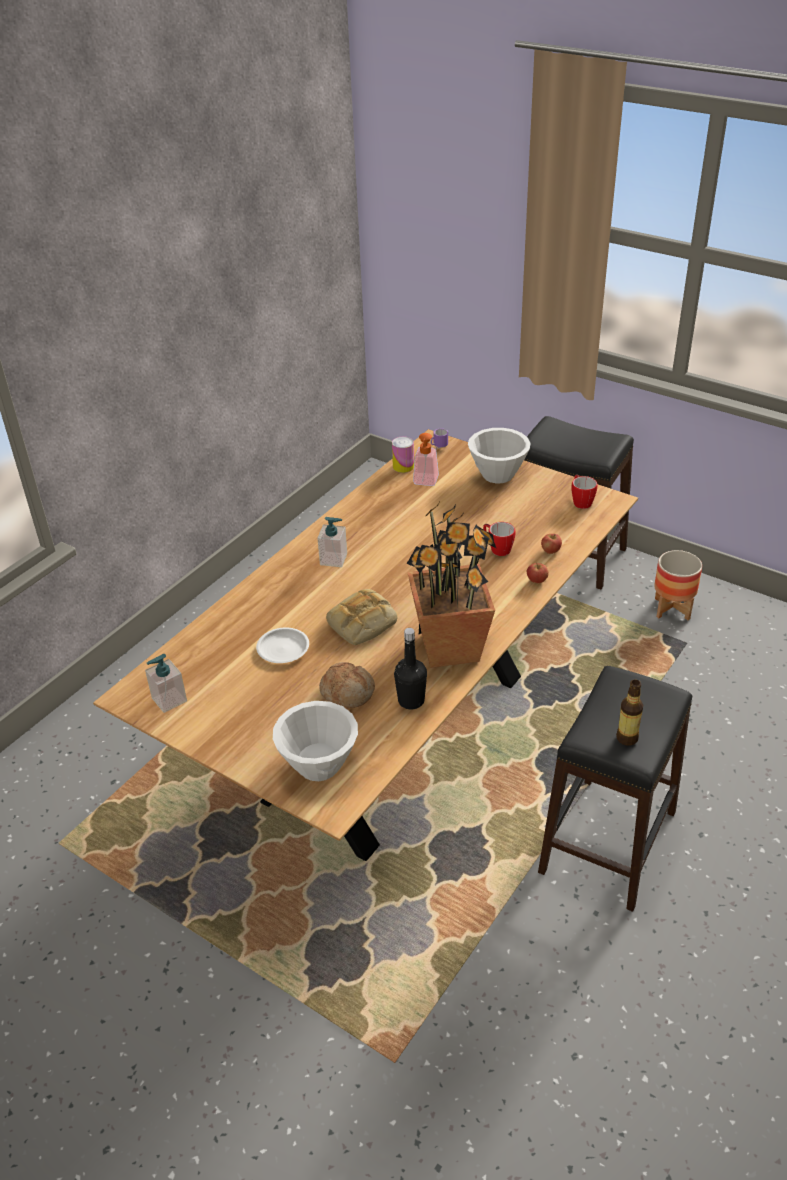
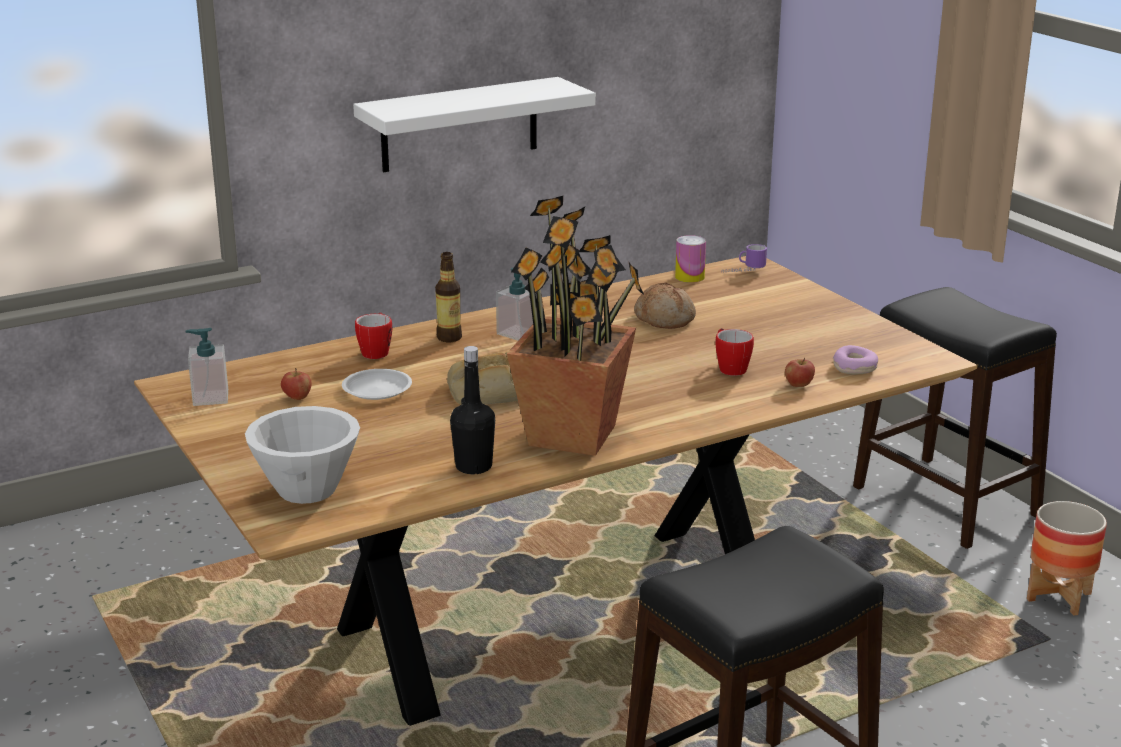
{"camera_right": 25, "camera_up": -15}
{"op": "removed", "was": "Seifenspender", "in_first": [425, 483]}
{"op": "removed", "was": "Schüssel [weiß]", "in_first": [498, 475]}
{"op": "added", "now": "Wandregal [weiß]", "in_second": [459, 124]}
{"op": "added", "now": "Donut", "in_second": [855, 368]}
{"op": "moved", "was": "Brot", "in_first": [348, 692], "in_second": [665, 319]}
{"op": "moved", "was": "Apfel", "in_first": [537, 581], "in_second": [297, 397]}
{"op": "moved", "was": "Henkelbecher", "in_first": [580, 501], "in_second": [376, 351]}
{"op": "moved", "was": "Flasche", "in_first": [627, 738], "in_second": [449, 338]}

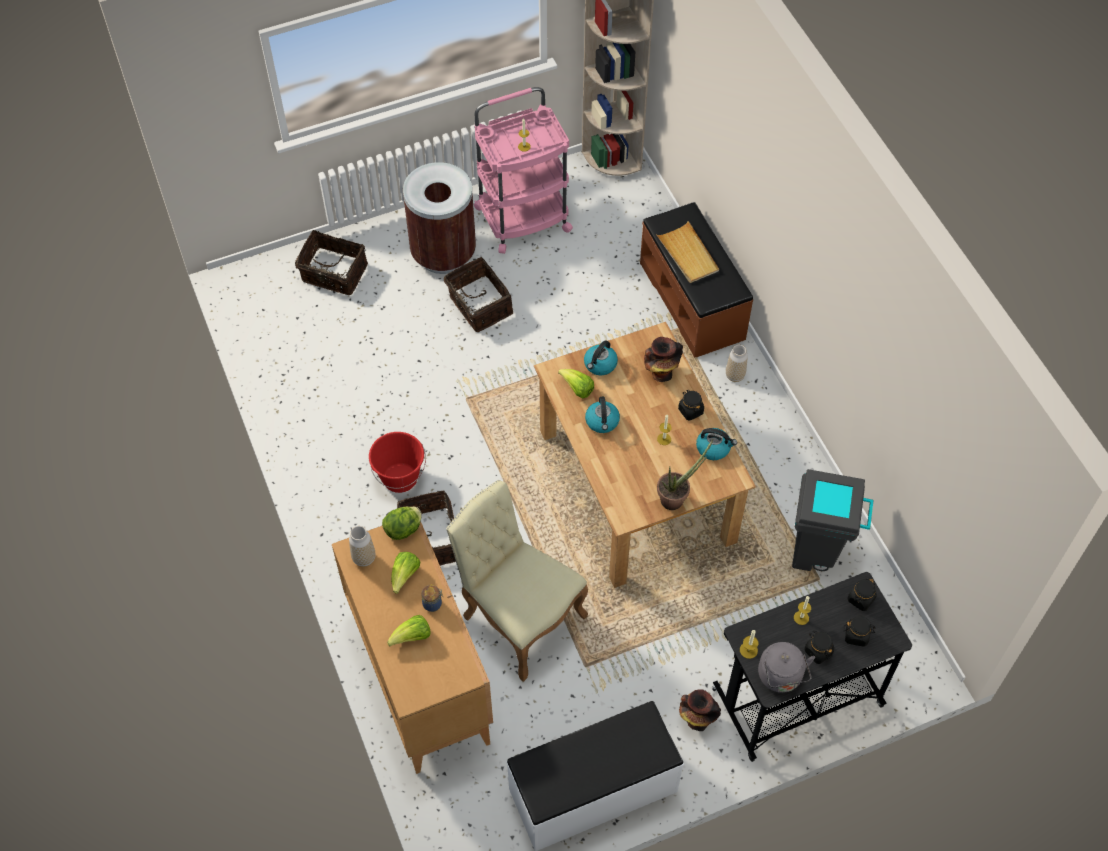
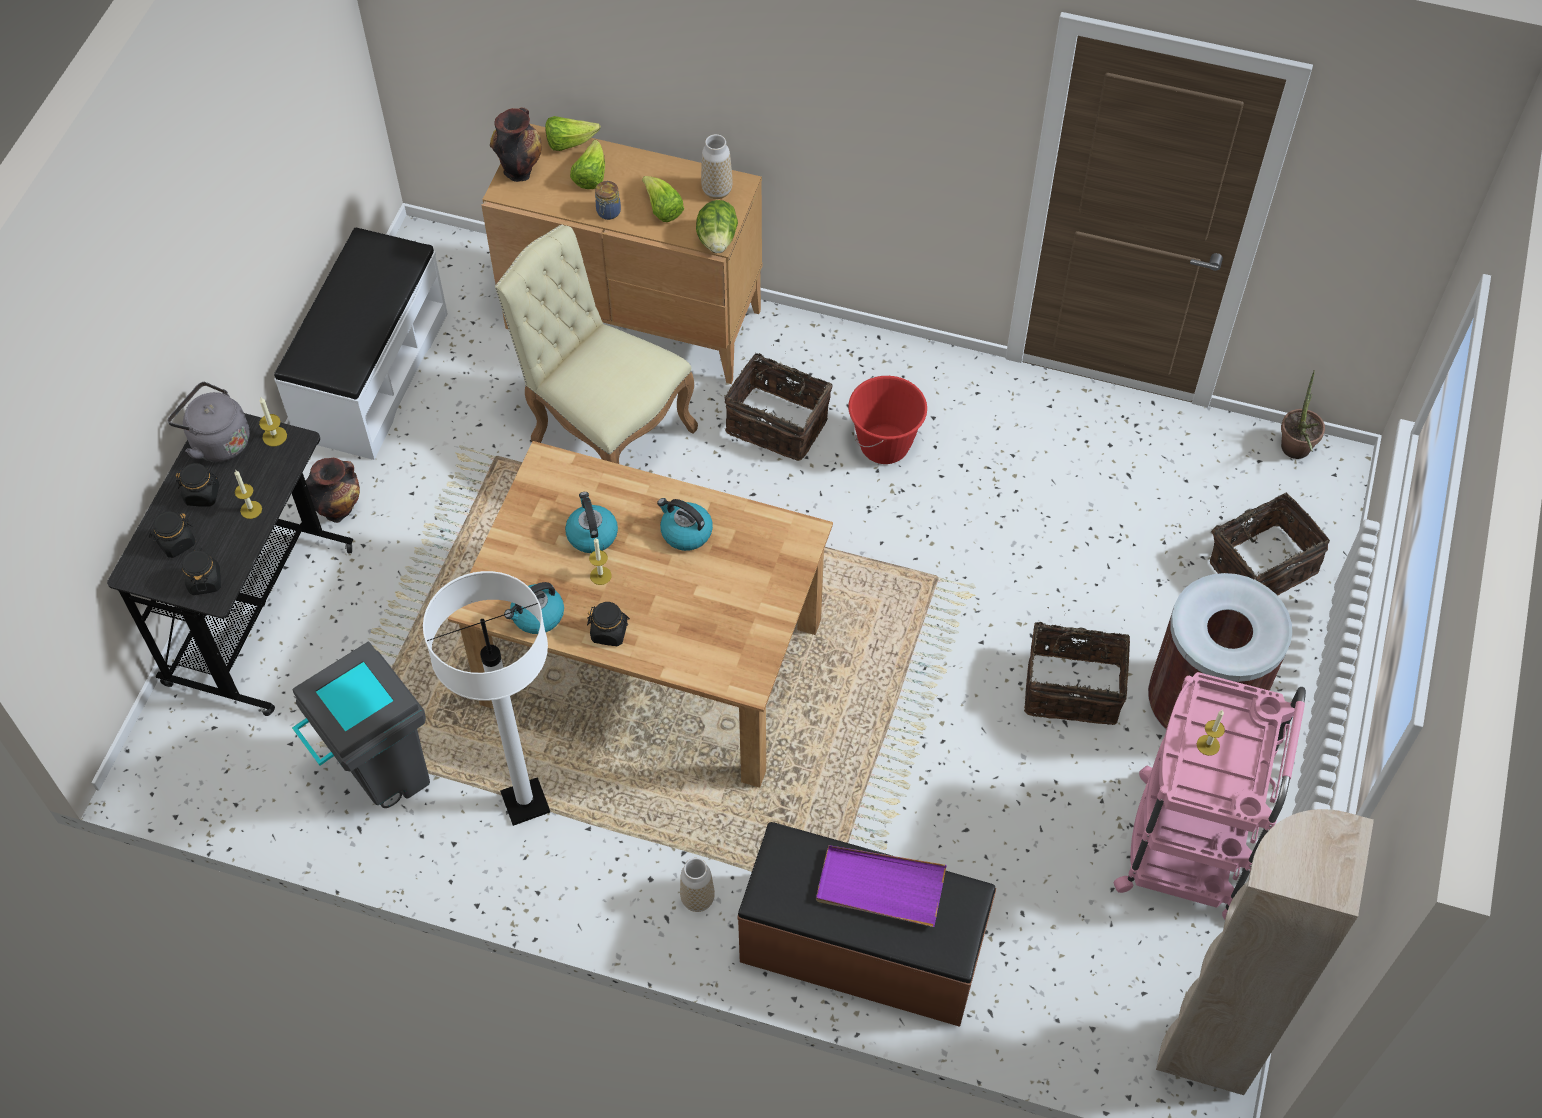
{"camera_right": 130, "camera_up": 0}
{"op": "added", "now": "Stehlampe [weiß]", "in_second": [525, 802]}
{"op": "moved", "was": "Salatkopf", "in_first": [577, 389], "in_second": [569, 143]}
{"op": "moved", "was": "Wasserkessel", "in_first": [600, 365], "in_second": [591, 534]}
{"op": "moved", "was": "Vase", "in_first": [661, 373], "in_second": [519, 169]}
{"op": "moved", "was": "Topfpflanze", "in_first": [676, 498], "in_second": [1295, 453]}
{"op": "recoloured", "was": "Tablett [beige]", "now": "Tablett [lila]", "in_first": [688, 254], "in_second": [880, 887]}
{"op": "turned", "was": "Stuhl [beige]", "in_first": [520, 618], "in_second": [607, 438], "clockwise": -135}

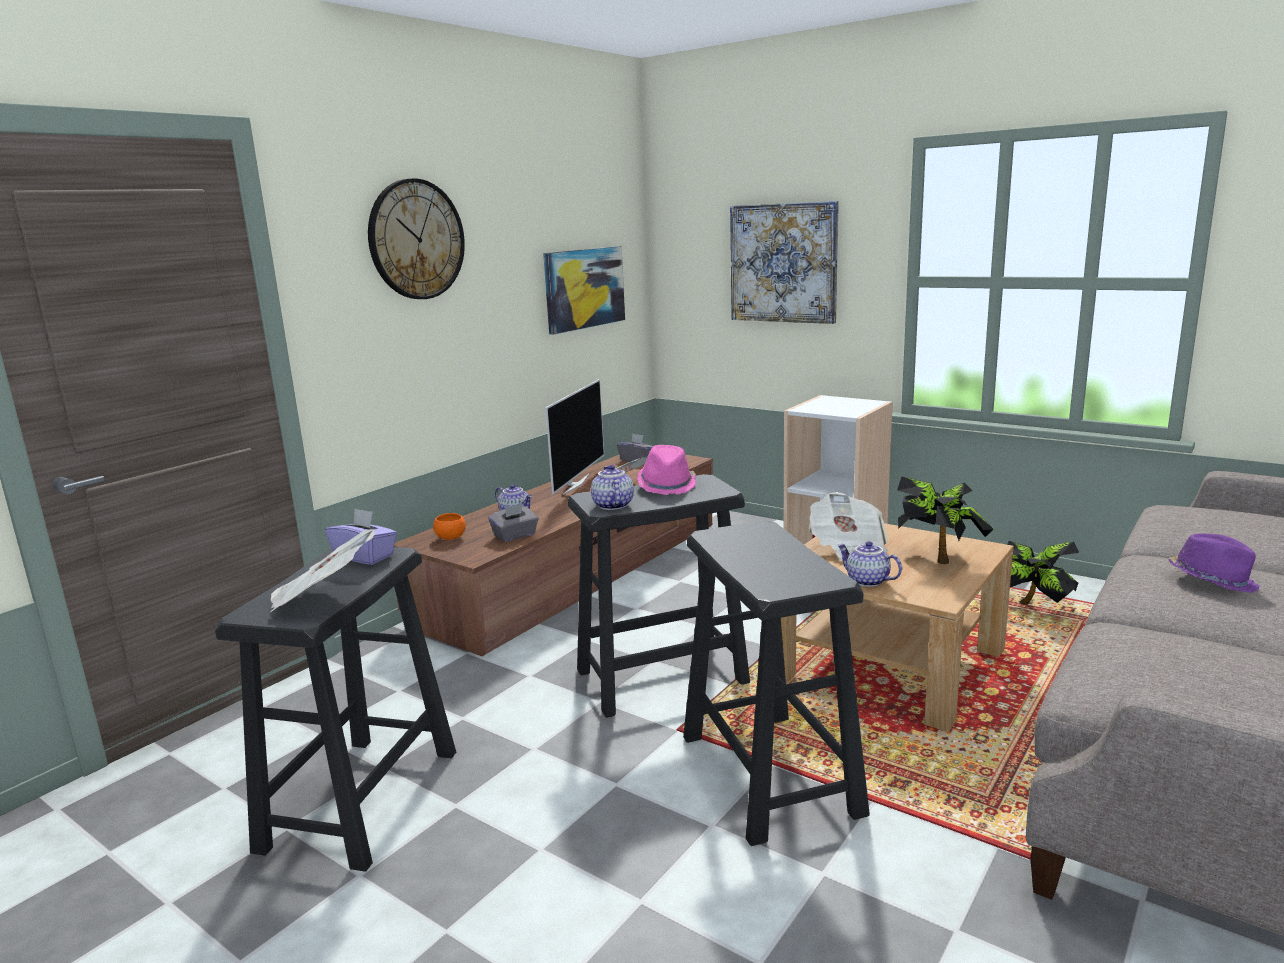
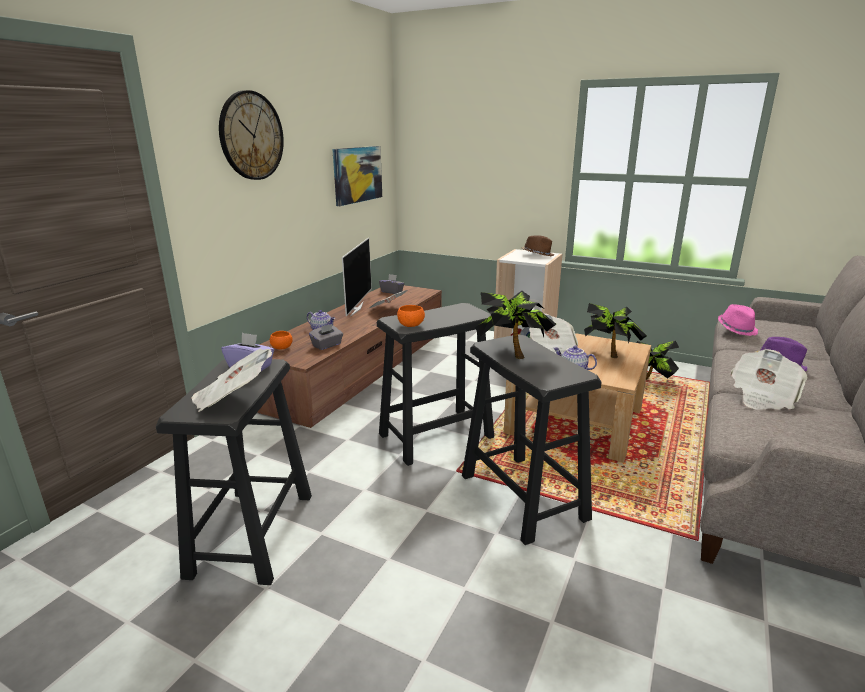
{"camera_right": -10, "camera_up": 5}
{"op": "removed", "was": "Bild", "in_first": [783, 263]}
{"op": "added", "now": "Topfpflanze", "in_second": [512, 354]}
{"op": "added", "now": "Hut [braun]", "in_second": [537, 255]}
{"op": "added", "now": "Zeitung", "in_second": [762, 397]}
{"op": "moved", "was": "Hut [rosa]", "in_first": [667, 485], "in_second": [737, 329]}
{"op": "replaced", "was": "Teekanne", "now": "Schüssel [orange]", "in_first": [611, 505], "in_second": [411, 325]}

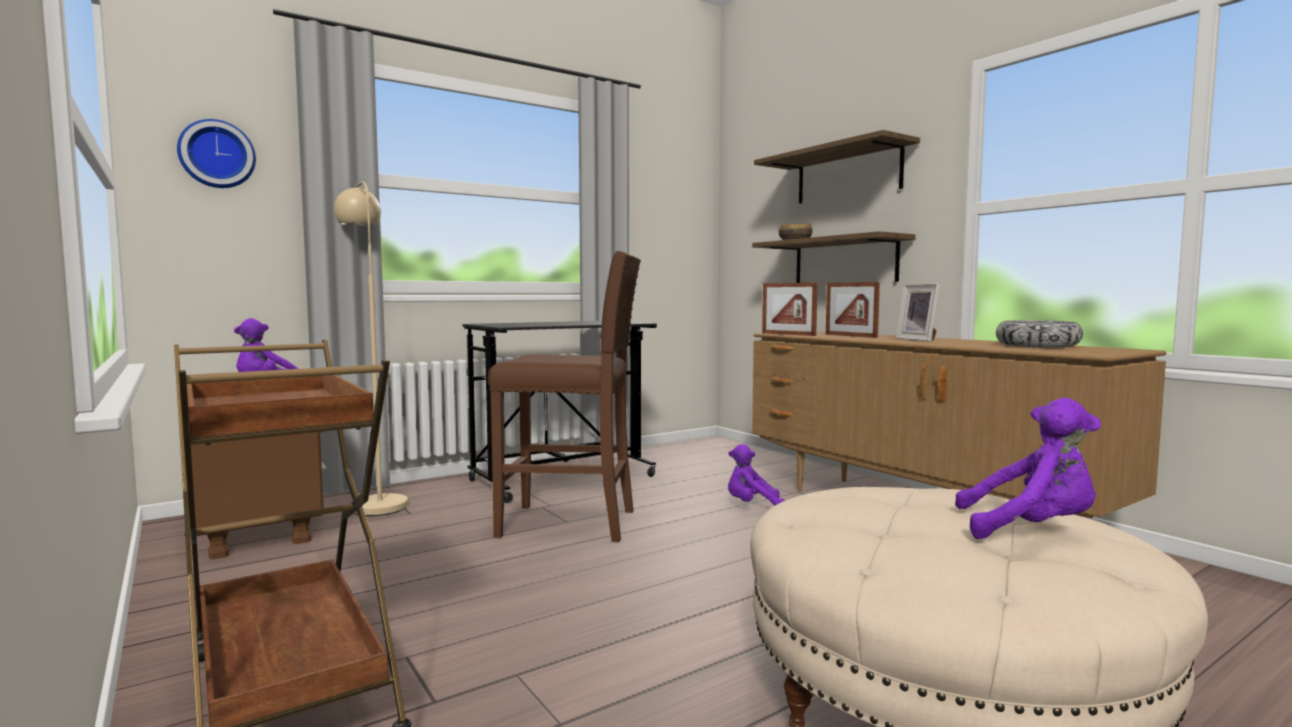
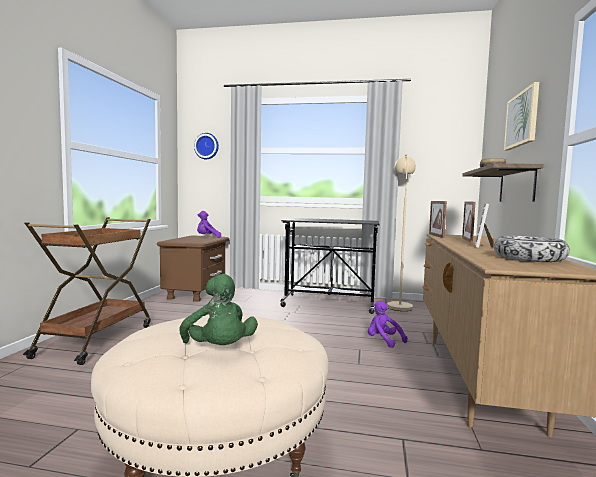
{"camera_right": 45, "camera_up": 0}
{"op": "removed", "was": "Hocker [braun]", "in_first": [571, 523]}
{"op": "moved", "was": "Stehlampe [beige]", "in_first": [375, 503], "in_second": [398, 305]}
{"op": "replaced", "was": "Wandregal", "now": "Bild", "in_first": [848, 174], "in_second": [522, 119]}
{"op": "recoloured", "was": "Plüschtier [lila]", "now": "Plüschtier [grün]", "in_first": [1030, 529], "in_second": [219, 350]}

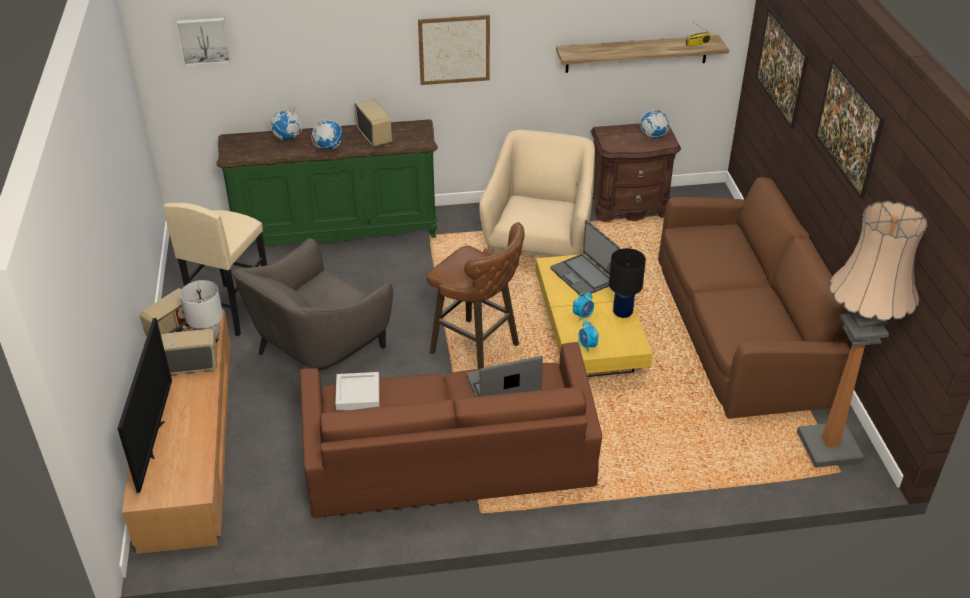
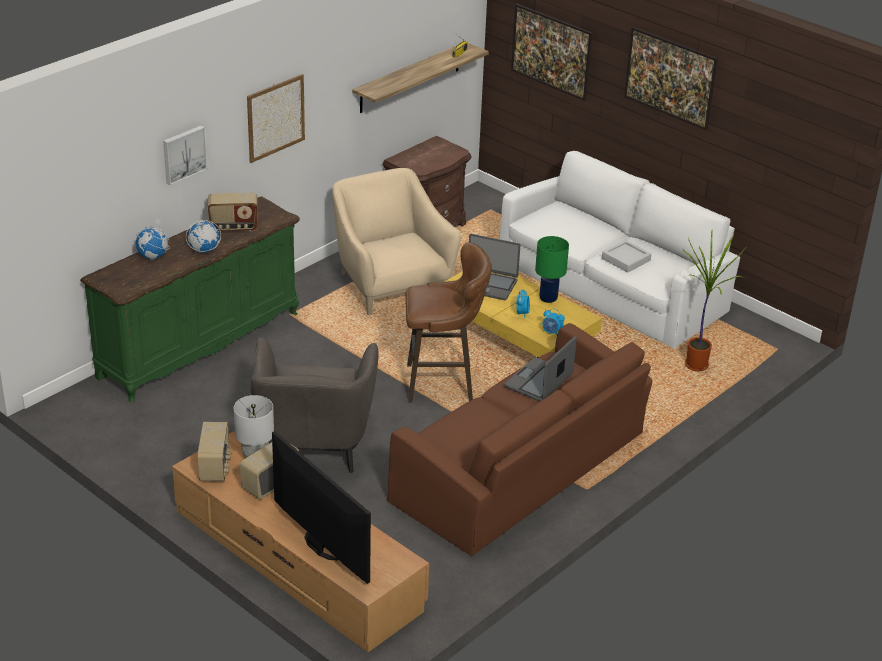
{"camera_right": -40, "camera_up": -5}
{"op": "removed", "was": "Hocker [beige]", "in_first": [231, 310]}
{"op": "removed", "was": "Globus", "in_first": [653, 136]}
{"op": "removed", "was": "Stehlampe", "in_first": [829, 447]}
{"op": "added", "now": "Topfpflanze", "in_second": [697, 365]}
{"op": "moved", "was": "Bild", "in_first": [204, 40], "in_second": [183, 154]}
{"op": "moved", "was": "Tablett [grau]", "in_first": [358, 395], "in_second": [626, 259]}
{"op": "recoloured", "was": "Tischlampe [schwarz]", "now": "Tischlampe [grün]", "in_first": [623, 313], "in_second": [548, 299]}
{"op": "recoloured", "was": "Sofa [braun]", "now": "Sofa [weiß]", "in_first": [741, 327], "in_second": [612, 284]}
{"op": "turned", "was": "Radio", "in_first": [375, 137], "in_second": [233, 227], "clockwise": 150}

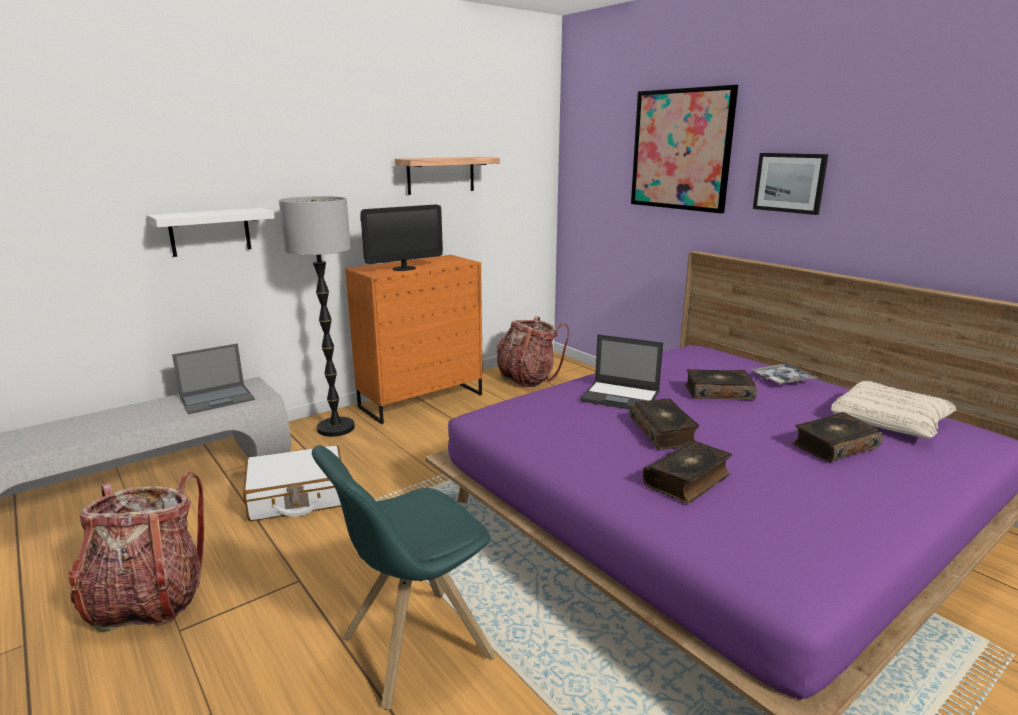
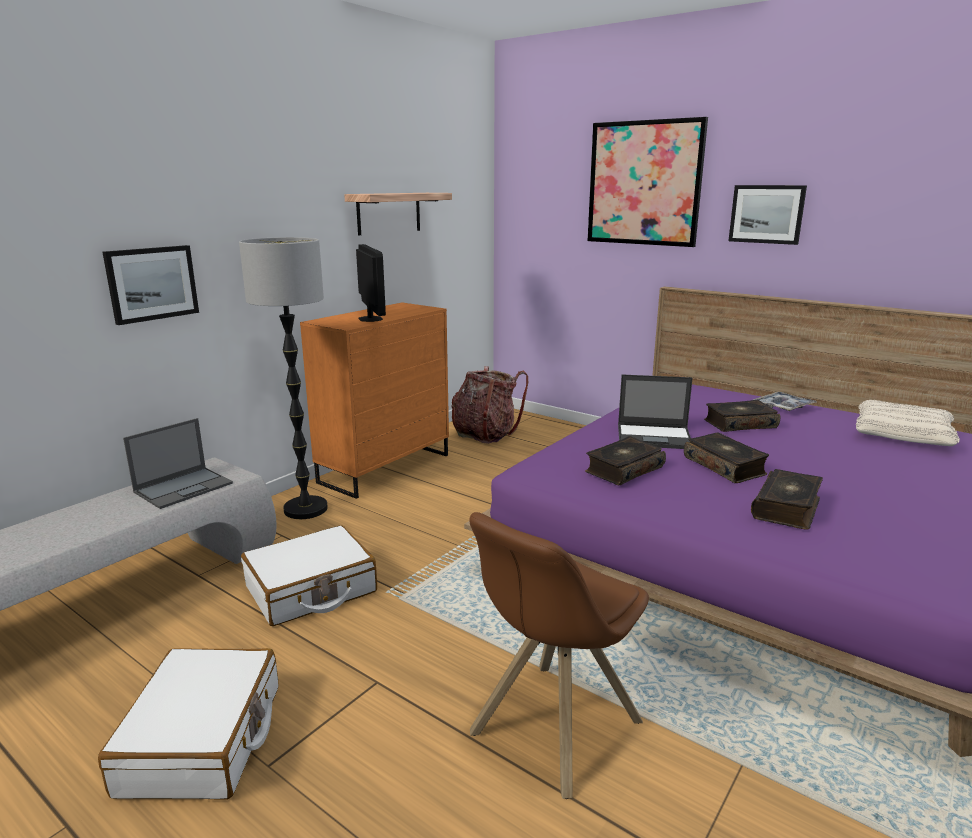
{"camera_right": -15, "camera_up": 0}
{"op": "moved", "was": "Buch", "in_first": [833, 446], "in_second": [623, 470]}
{"op": "replaced", "was": "Rucksack", "now": "Koffer [weiß]", "in_first": [148, 600], "in_second": [203, 739]}
{"op": "replaced", "was": "Wandregal [weiß]", "now": "Bild", "in_first": [210, 232], "in_second": [152, 283]}
{"op": "recoloured", "was": "Stuhl [türkis]", "now": "Stuhl [braun]", "in_first": [415, 646], "in_second": [553, 726]}
{"op": "turned", "was": "Monitor", "in_first": [404, 268], "in_second": [370, 319], "clockwise": -60}

